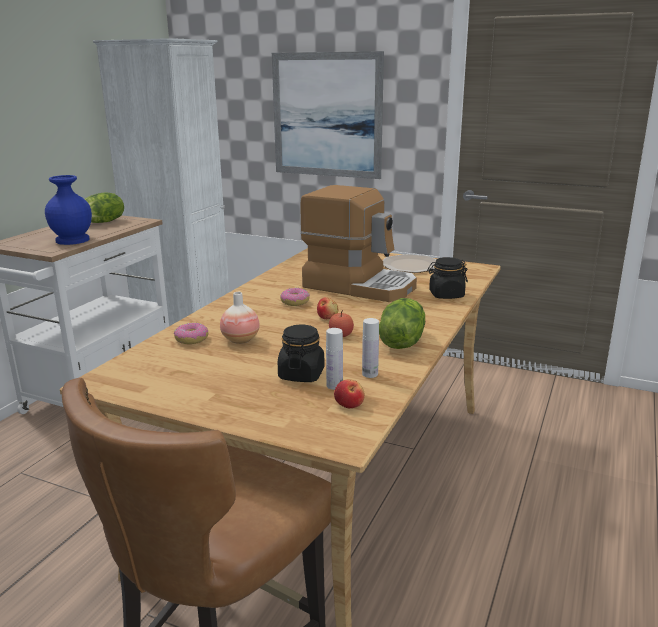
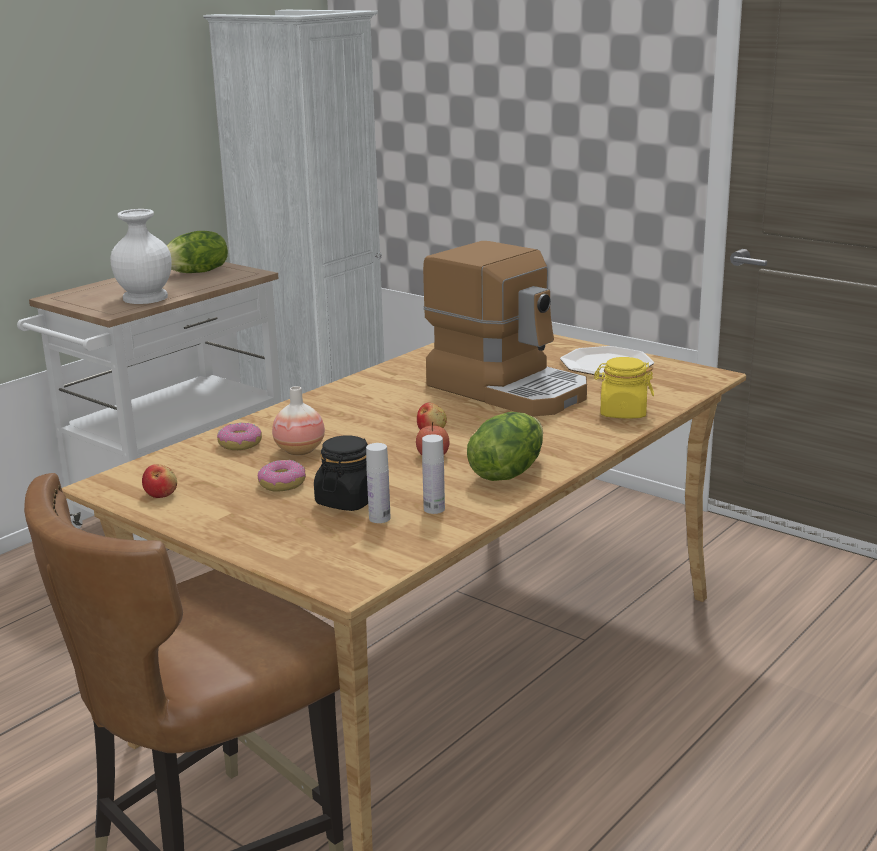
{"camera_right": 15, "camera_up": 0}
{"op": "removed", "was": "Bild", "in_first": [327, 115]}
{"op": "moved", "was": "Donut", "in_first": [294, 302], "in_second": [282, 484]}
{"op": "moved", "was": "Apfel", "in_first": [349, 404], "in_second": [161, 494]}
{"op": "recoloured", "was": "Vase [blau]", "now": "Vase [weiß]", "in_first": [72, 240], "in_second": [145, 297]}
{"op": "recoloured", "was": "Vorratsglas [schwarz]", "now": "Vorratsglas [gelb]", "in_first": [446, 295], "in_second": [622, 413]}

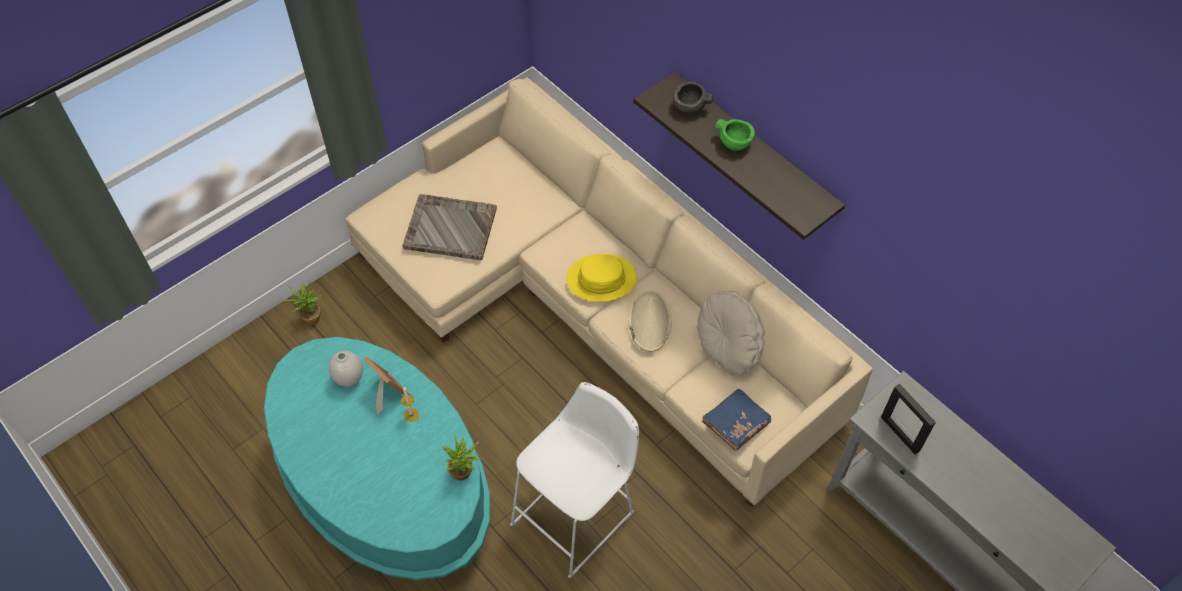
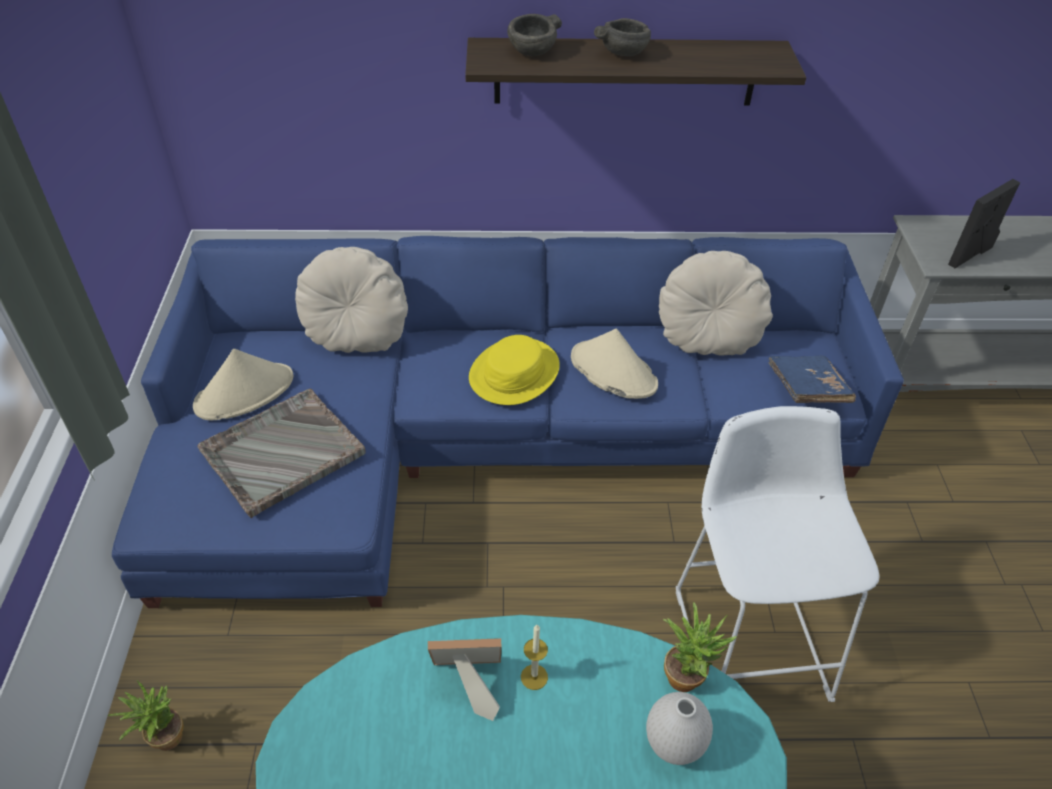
{"camera_right": -50, "camera_up": -10}
{"op": "added", "now": "Hut [beige]", "in_second": [245, 392]}
{"op": "added", "now": "Kissen [beige]", "in_second": [357, 339]}
{"op": "moved", "was": "Vase [weiß]", "in_first": [349, 379], "in_second": [674, 744]}
{"op": "recoloured", "was": "Sofa [beige]", "now": "Sofa [blau]", "in_first": [591, 302], "in_second": [483, 435]}
{"op": "recoloured", "was": "Schüssel [grün]", "now": "Schüssel [grau]", "in_first": [735, 143], "in_second": [623, 52]}
{"op": "turned", "was": "Bilderrahmen", "in_first": [901, 433], "in_second": [970, 256], "clockwise": 135}

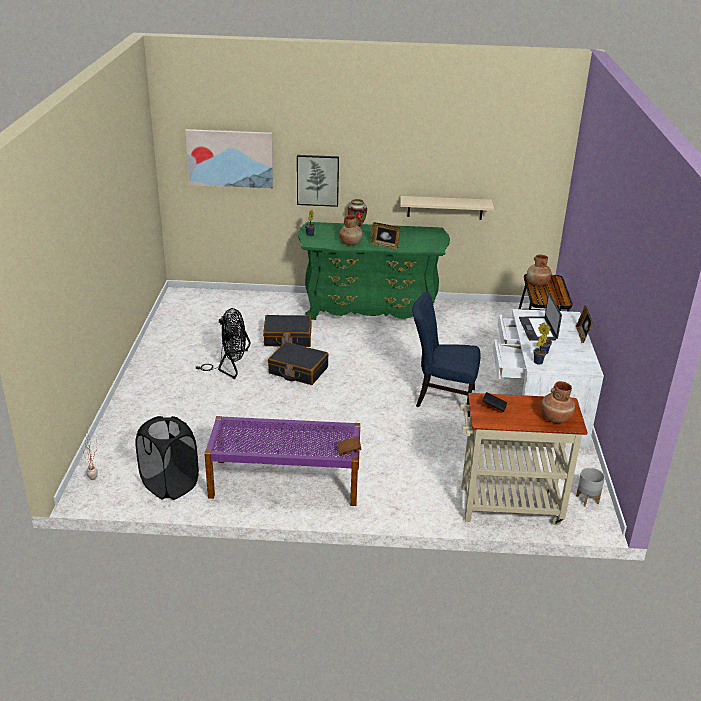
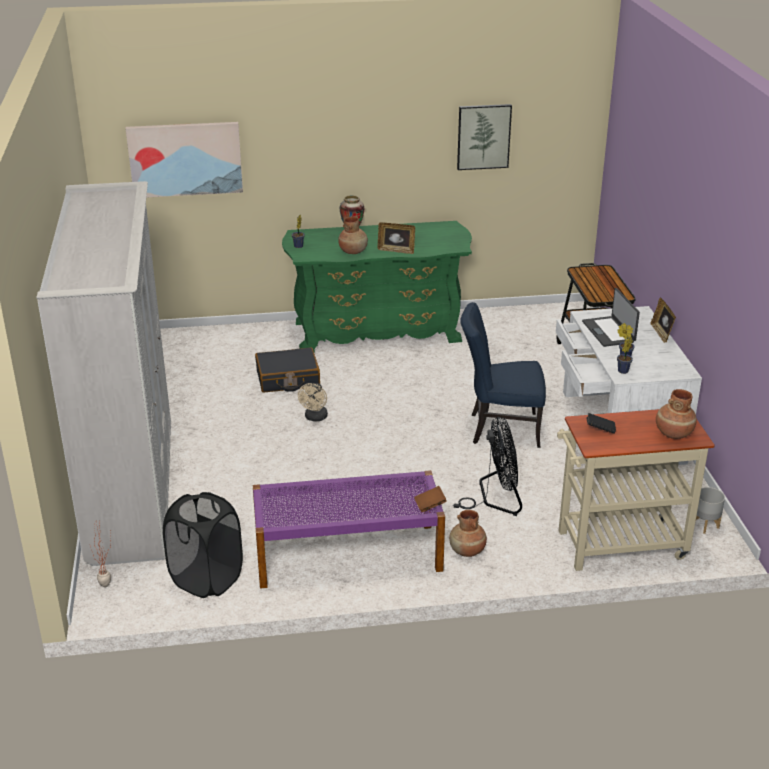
{"camera_right": -10, "camera_up": 0}
{"op": "removed", "was": "Wandregal [beige]", "in_first": [445, 208]}
{"op": "added", "now": "Kleiderschrank [weiß]", "in_second": [132, 487]}
{"op": "moved", "was": "Ventilator [schwarz]", "in_first": [229, 364], "in_second": [494, 494]}
{"op": "moved", "was": "Bild", "in_first": [317, 180], "in_second": [483, 136]}
{"op": "moved", "was": "Vase [braun]", "in_first": [537, 283], "in_second": [467, 551]}
{"op": "replaced", "was": "Koffer [schwarz]", "now": "Ventilator [beige]", "in_first": [298, 371], "in_second": [315, 418]}

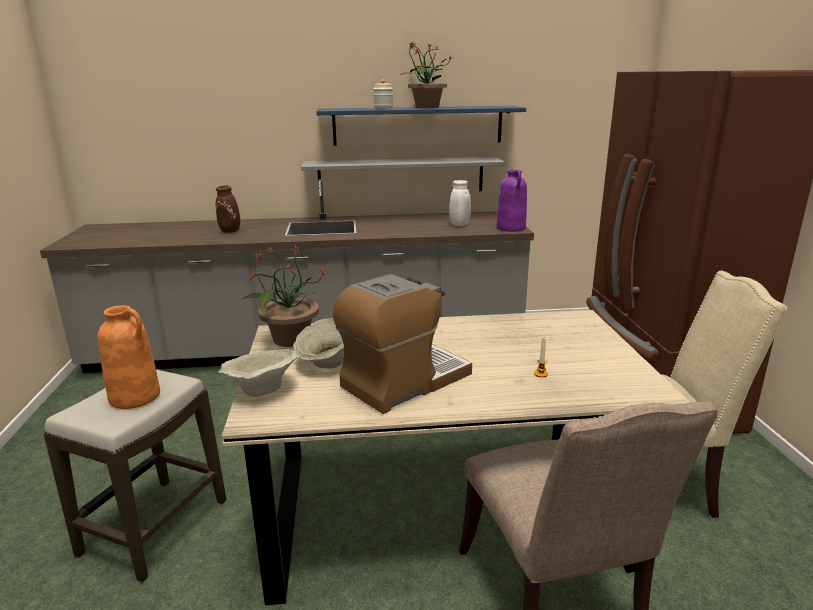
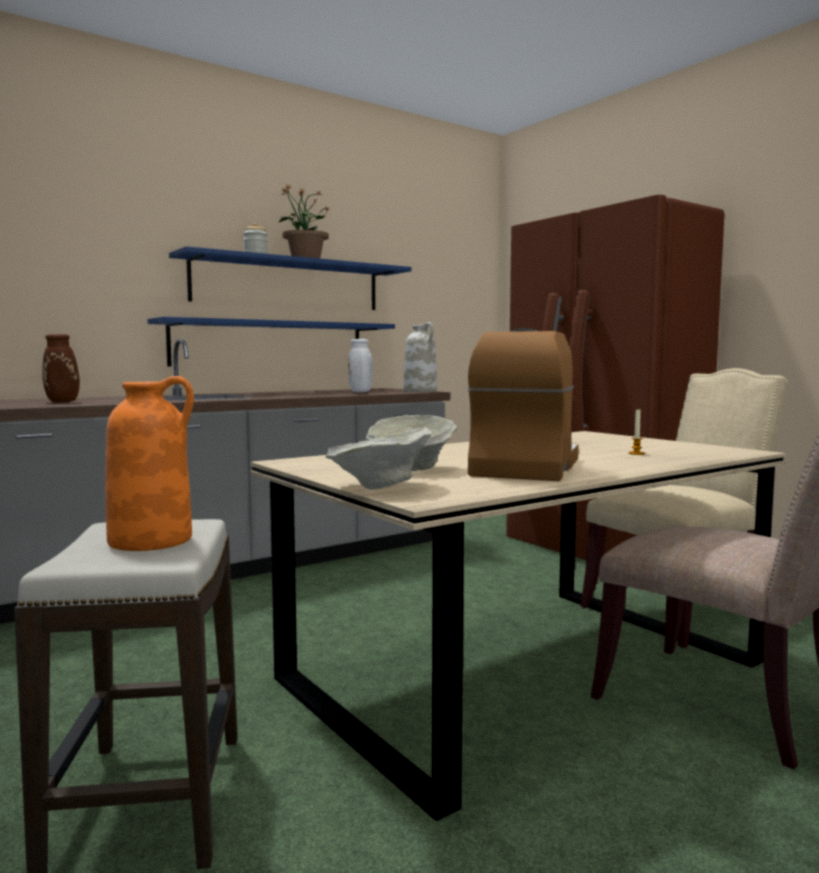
{"camera_right": -30, "camera_up": -15}
{"op": "removed", "was": "Topfpflanze", "in_first": [289, 339]}
{"op": "recoloured", "was": "Wandregal [grau]", "now": "Wandregal [blau]", "in_first": [401, 176], "in_second": [270, 344]}
{"op": "recoloured", "was": "Vase [lila]", "now": "Vase [weiß]", "in_first": [511, 228], "in_second": [420, 391]}

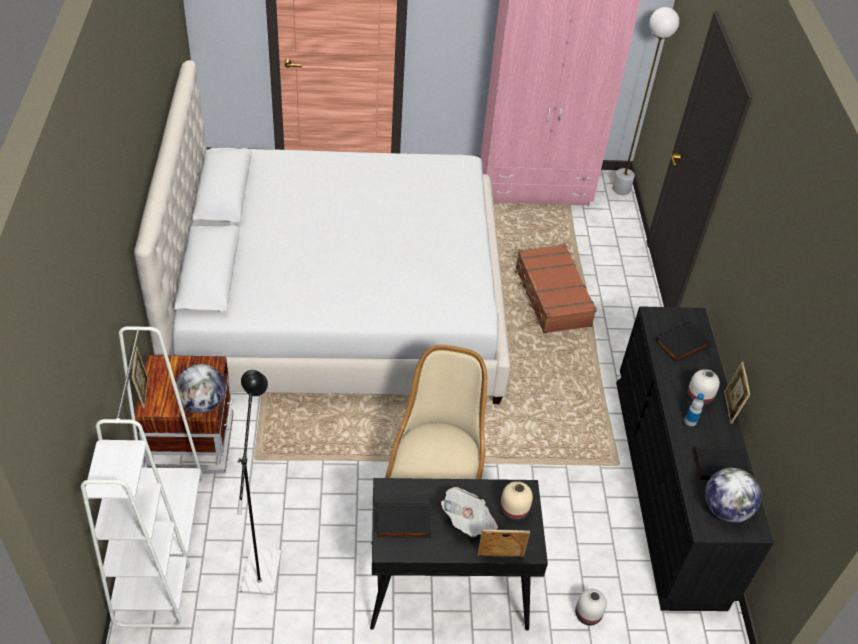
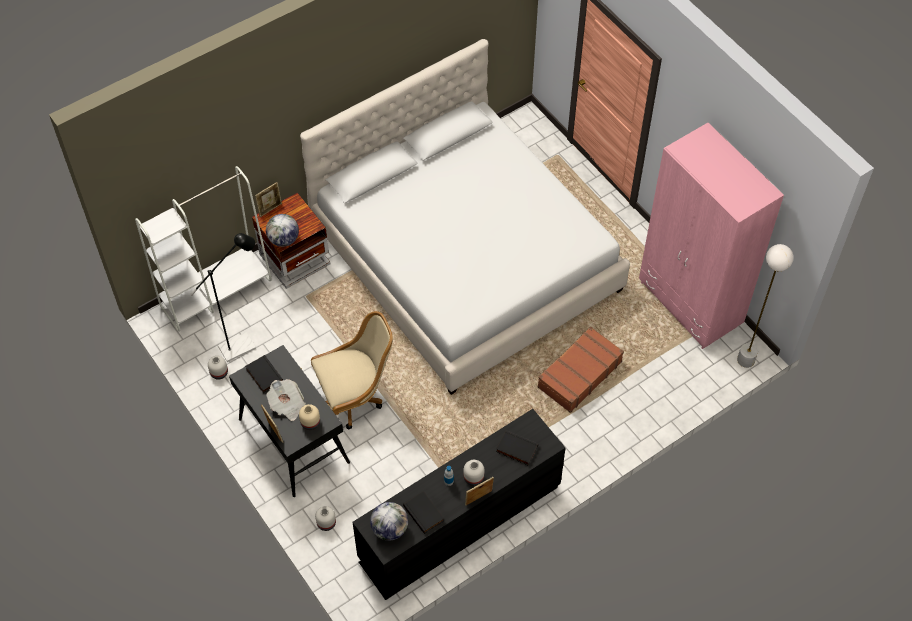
{"camera_right": 60, "camera_up": 10}
{"op": "added", "now": "Vase [weiß]", "in_second": [219, 373]}

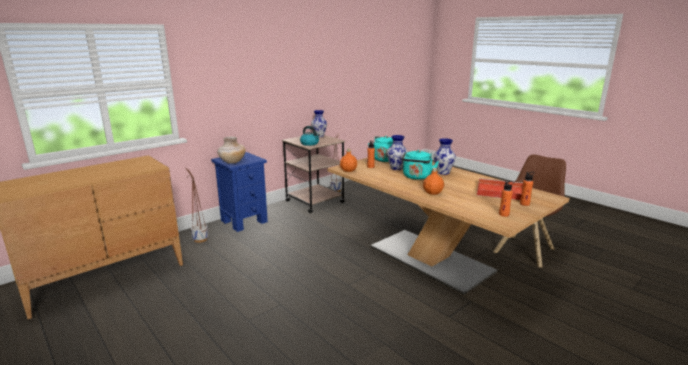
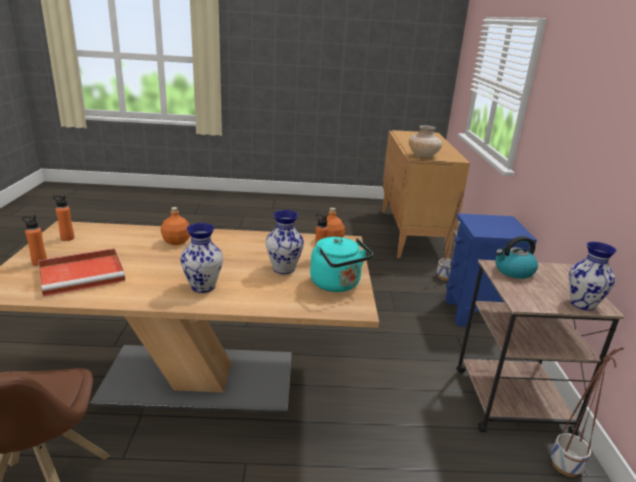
{"camera_right": 130, "camera_up": 5}
{"op": "removed", "was": "Wasserkessel [türkis]", "in_first": [417, 177]}
{"op": "moved", "was": "Vase [beige]", "in_first": [232, 162], "in_second": [423, 156]}

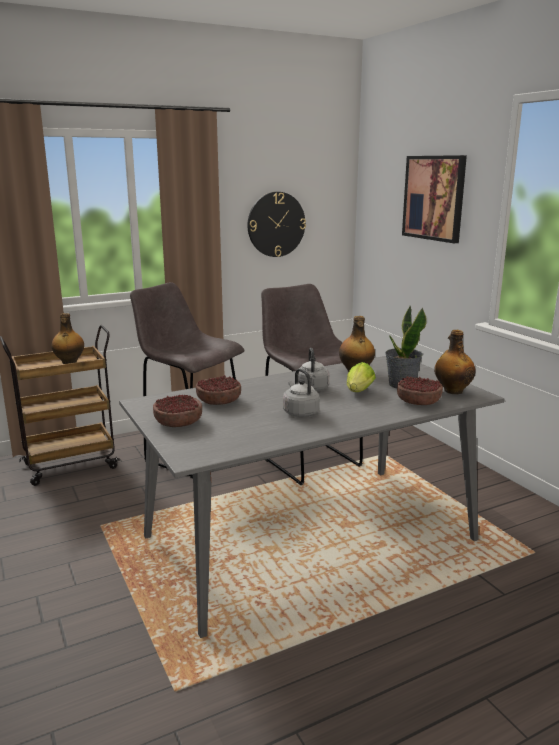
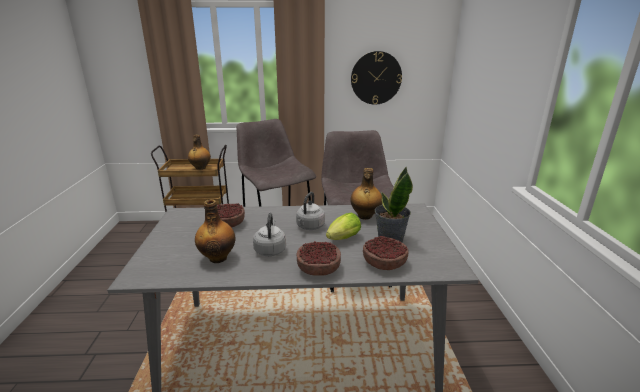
{"camera_right": 25, "camera_up": 5}
{"op": "removed", "was": "Bild", "in_first": [434, 198]}
{"op": "moved", "was": "Schüssel", "in_first": [178, 423], "in_second": [318, 268]}
{"op": "moved", "was": "Flasche", "in_first": [452, 391], "in_second": [218, 257]}

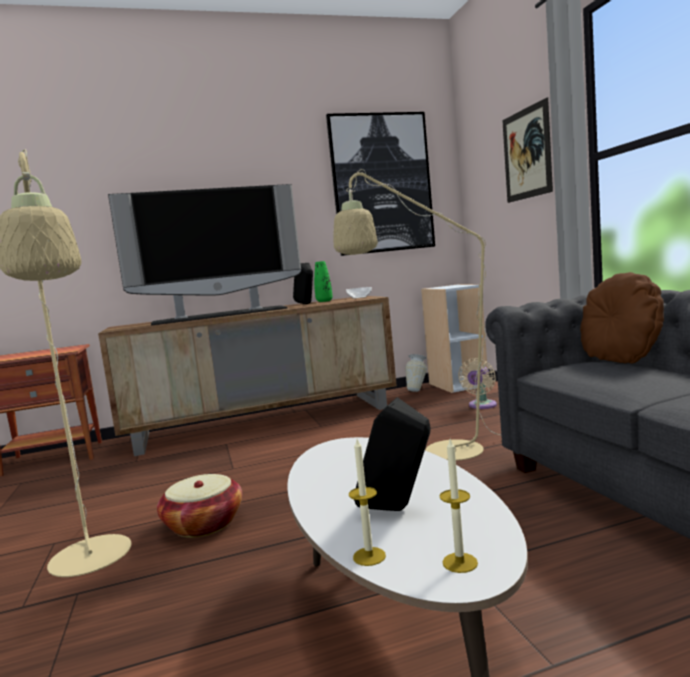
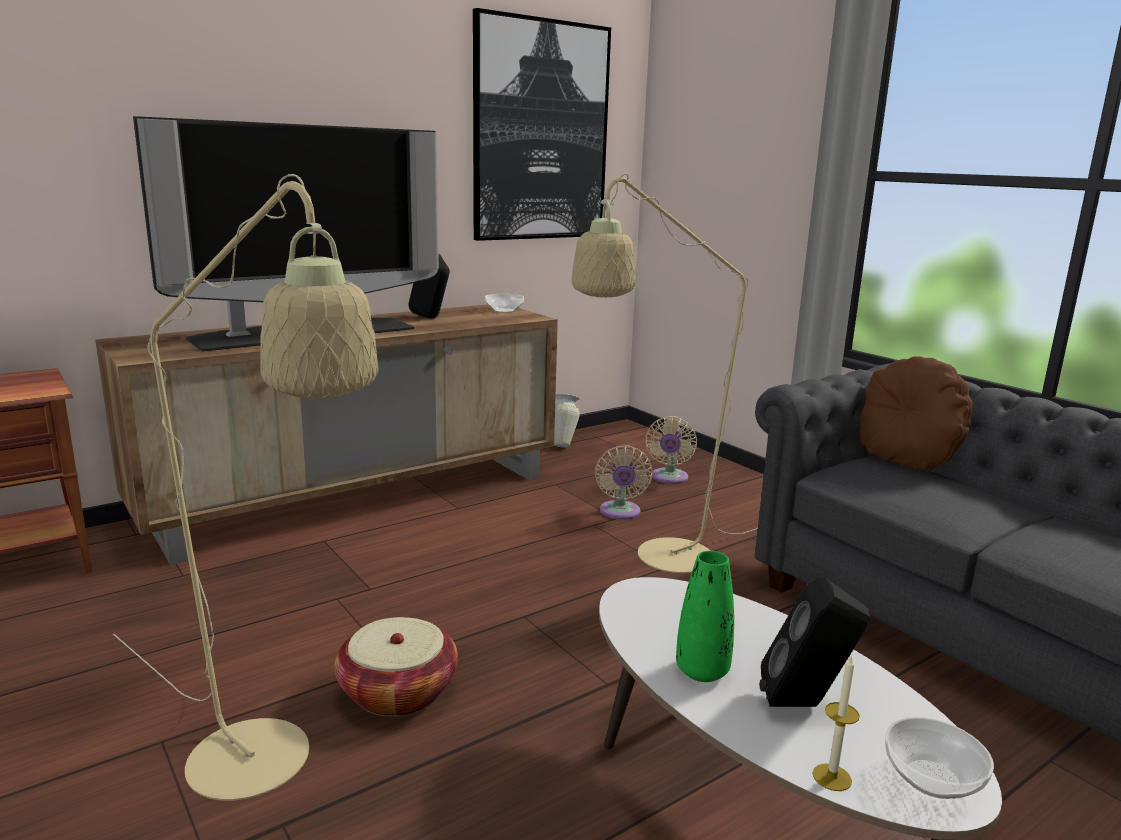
{"camera_right": -20, "camera_up": 10}
{"op": "removed", "was": "Bücherregal", "in_first": [457, 384]}
{"op": "removed", "was": "Bild", "in_first": [527, 154]}
{"op": "added", "now": "Ventilator [beige]", "in_second": [620, 513]}
{"op": "moved", "was": "Vase [grün]", "in_first": [324, 301], "in_second": [702, 671]}
{"op": "replaced", "was": "Kerze", "now": "Schüssel", "in_first": [460, 562], "in_second": [932, 777]}

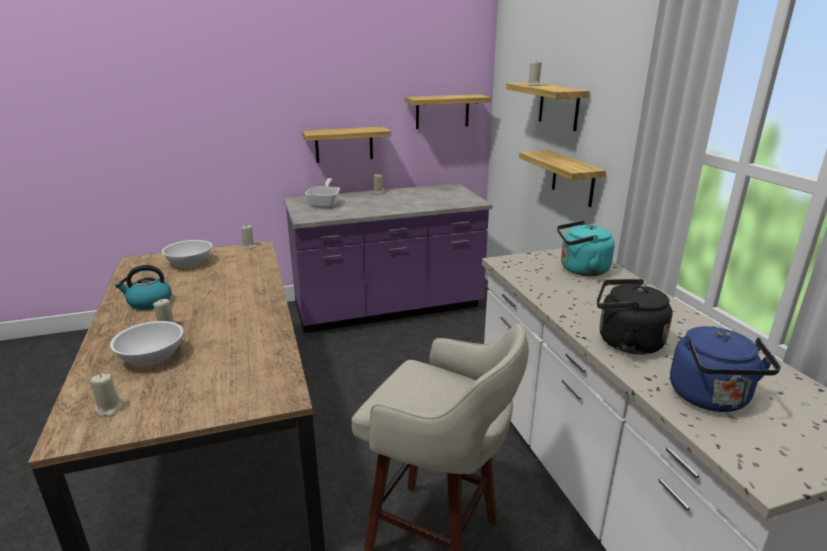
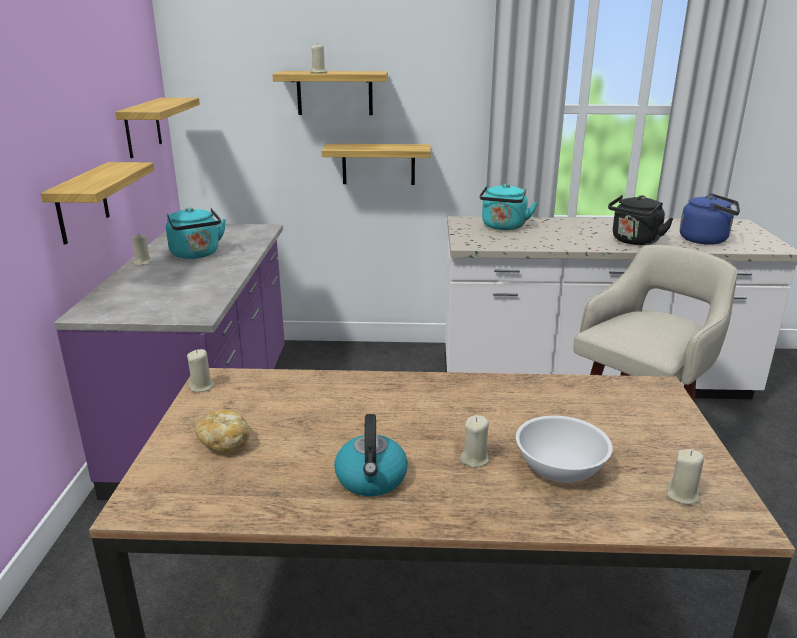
{"camera_right": -70, "camera_up": 0}
{"op": "removed", "was": "Pfanne", "in_first": [325, 203]}
{"op": "added", "now": "Wasserkessel [türkis]", "in_second": [196, 254]}
{"op": "replaced", "was": "Schüssel [weiß]", "now": "Brot", "in_first": [190, 263], "in_second": [224, 442]}

